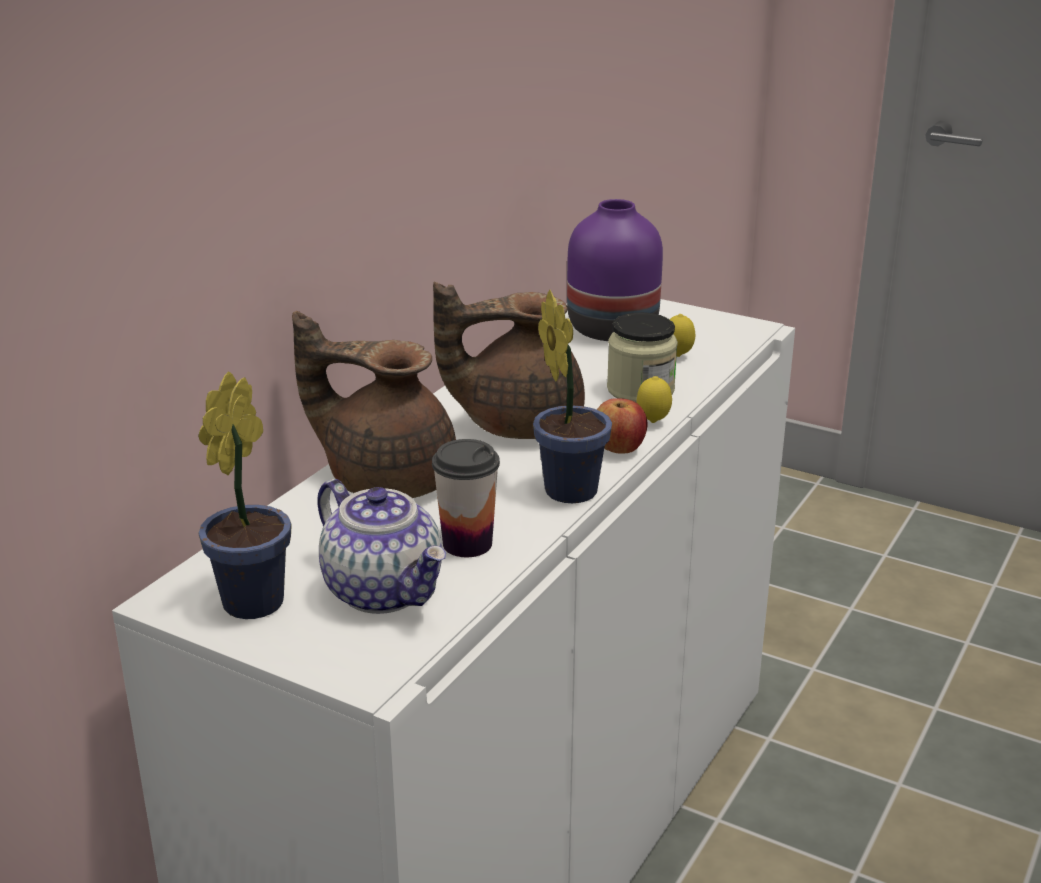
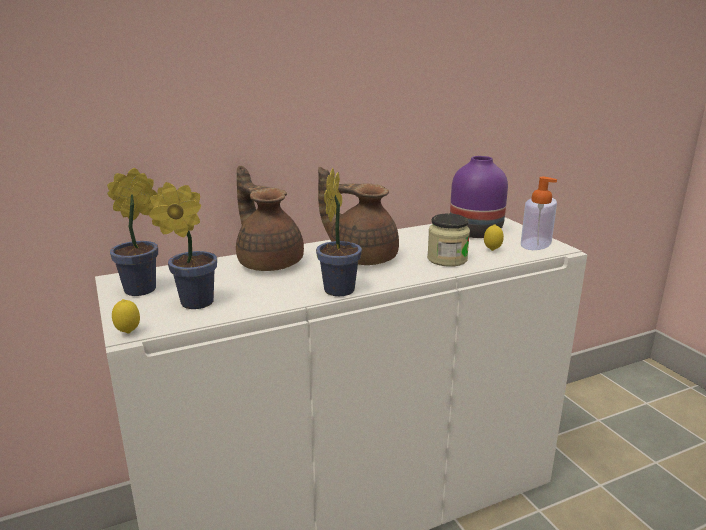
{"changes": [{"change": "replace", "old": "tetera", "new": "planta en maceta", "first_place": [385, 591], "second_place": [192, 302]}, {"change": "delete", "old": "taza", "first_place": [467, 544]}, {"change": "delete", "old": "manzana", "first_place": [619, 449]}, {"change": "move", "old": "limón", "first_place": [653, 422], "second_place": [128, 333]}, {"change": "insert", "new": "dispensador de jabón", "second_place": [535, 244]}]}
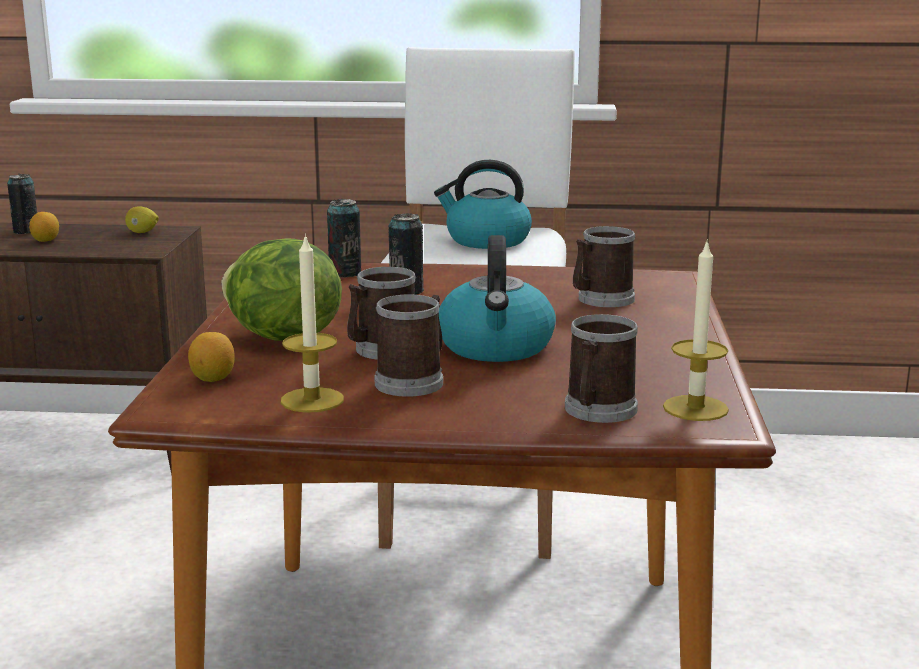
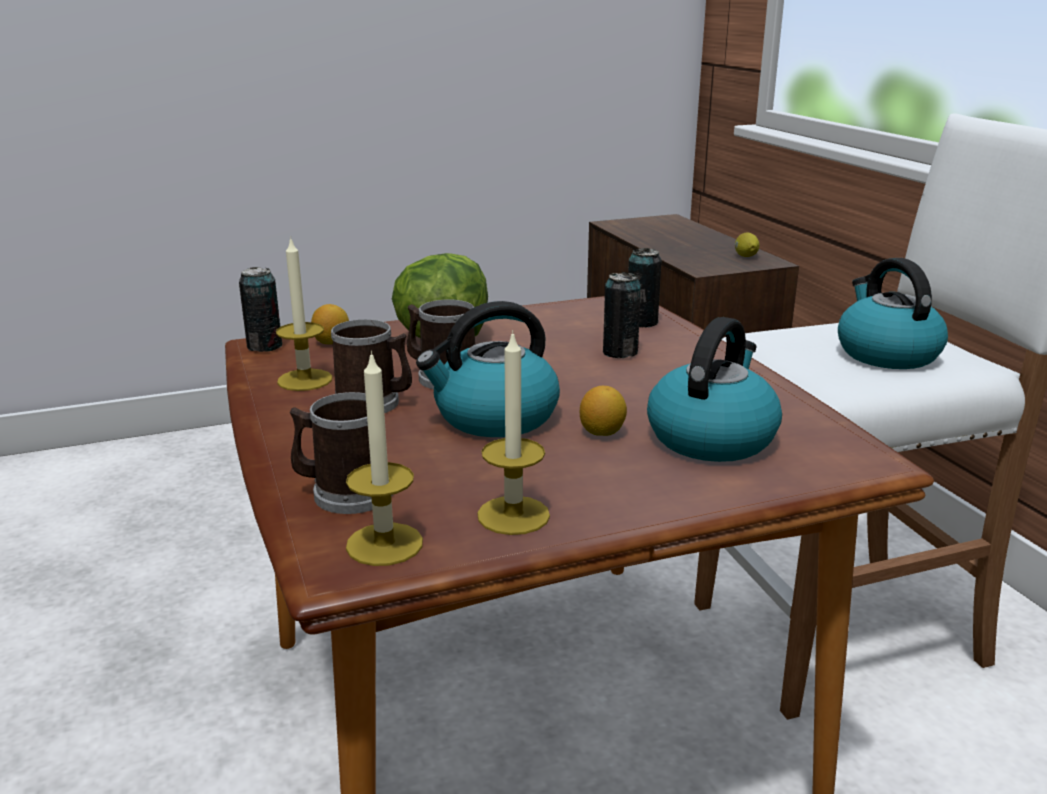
{"changes": [{"change": "move", "old": "lata", "first_place": [26, 231], "second_place": [264, 346]}, {"change": "move", "old": "limón", "first_place": [45, 240], "second_place": [602, 432]}, {"change": "replace", "old": "taza grande", "new": "hervidor", "first_place": [601, 300], "second_place": [711, 437]}, {"change": "insert", "new": "vela", "second_place": [513, 515]}]}
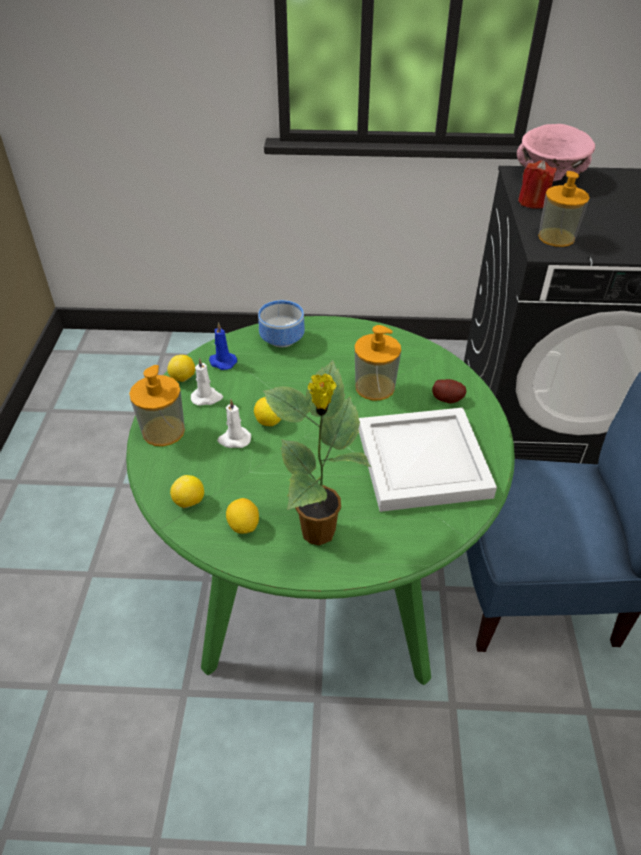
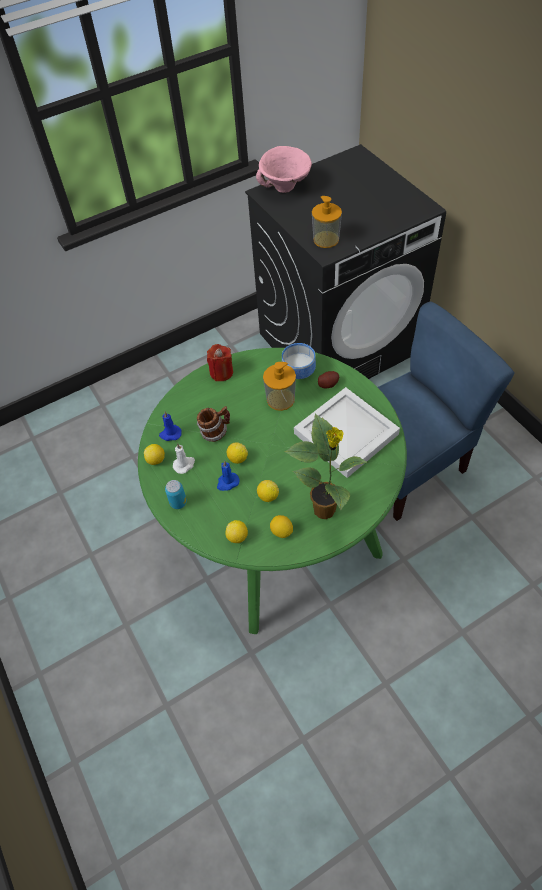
{"changes": [{"change": "replace", "old": "dispensador de jabón", "new": "lata", "first_place": [163, 431], "second_place": [178, 502]}, {"change": "recolor", "old": "vela (blanco)", "new": "vela (azul)", "first_place": [234, 439], "second_place": [227, 482]}, {"change": "move", "old": "cuenco", "first_place": [284, 339], "second_place": [299, 370]}, {"change": "move", "old": "vela (rojo)", "first_place": [532, 202], "second_place": [221, 372]}, {"change": "insert", "new": "taza grande", "second_place": [215, 432]}, {"change": "insert", "new": "limón", "second_place": [268, 496]}]}
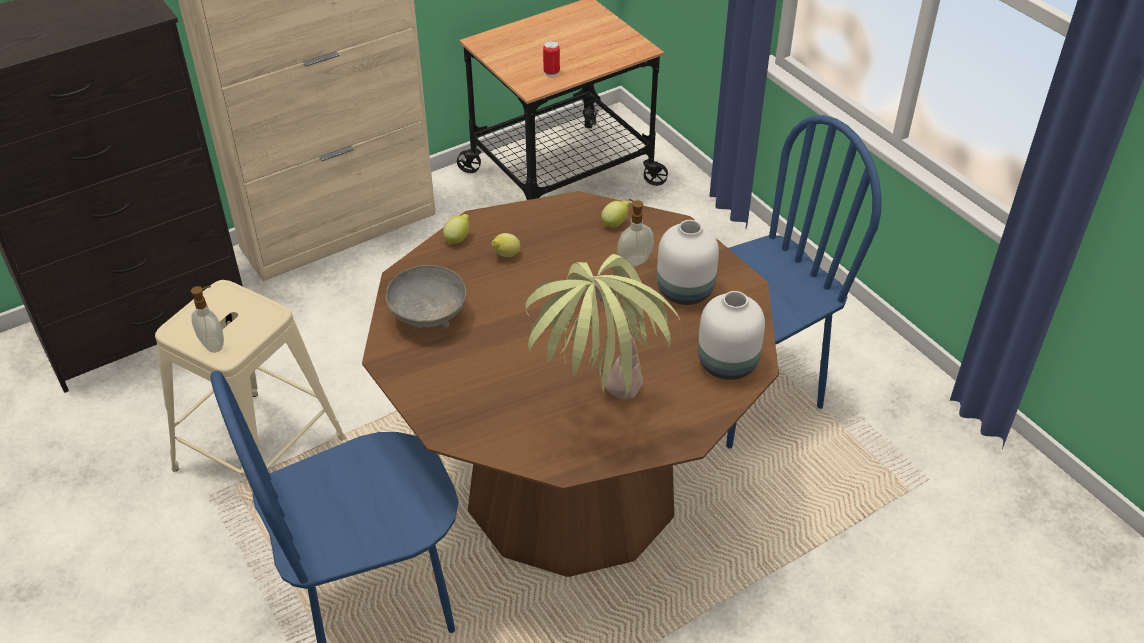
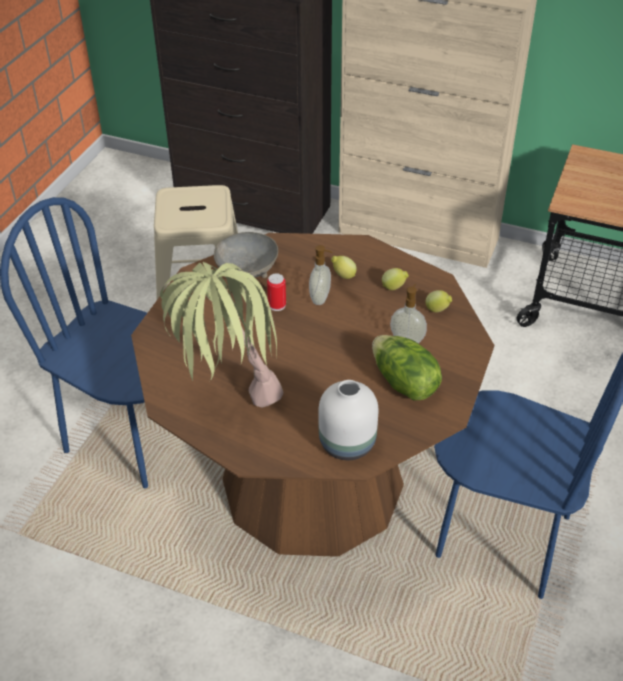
{"changes": [{"change": "move", "old": "dispensador de jabón", "first_place": [213, 344], "second_place": [321, 298]}, {"change": "move", "old": "limón", "first_place": [458, 239], "second_place": [394, 287]}, {"change": "move", "old": "lata", "first_place": [551, 72], "second_place": [277, 305]}, {"change": "replace", "old": "florero (blanco)", "new": "lechuga", "first_place": [686, 291], "second_place": [403, 383]}]}
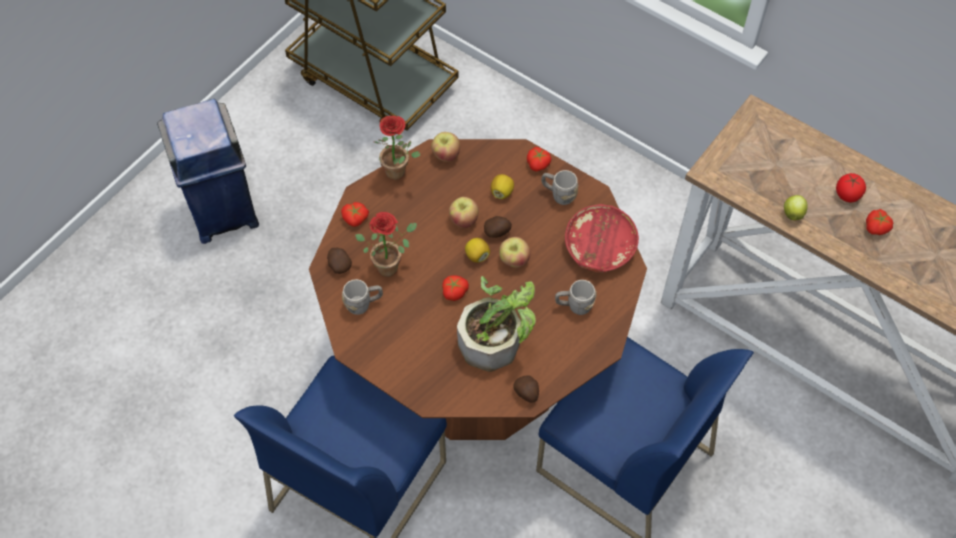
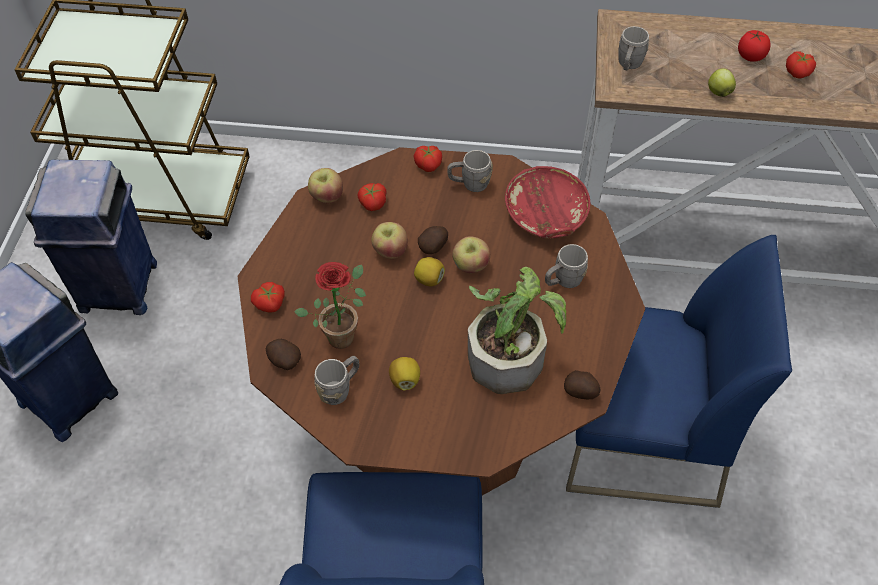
{"changes": [{"change": "delete", "old": "planta en maceta", "first_place": [399, 173]}, {"change": "move", "old": "tomate", "first_place": [454, 291], "second_place": [372, 203]}, {"change": "move", "old": "limón", "first_place": [502, 192], "second_place": [405, 380]}, {"change": "insert", "new": "papelera (azul)", "second_place": [118, 288]}, {"change": "insert", "new": "taza grande (gris)", "second_place": [628, 65]}]}
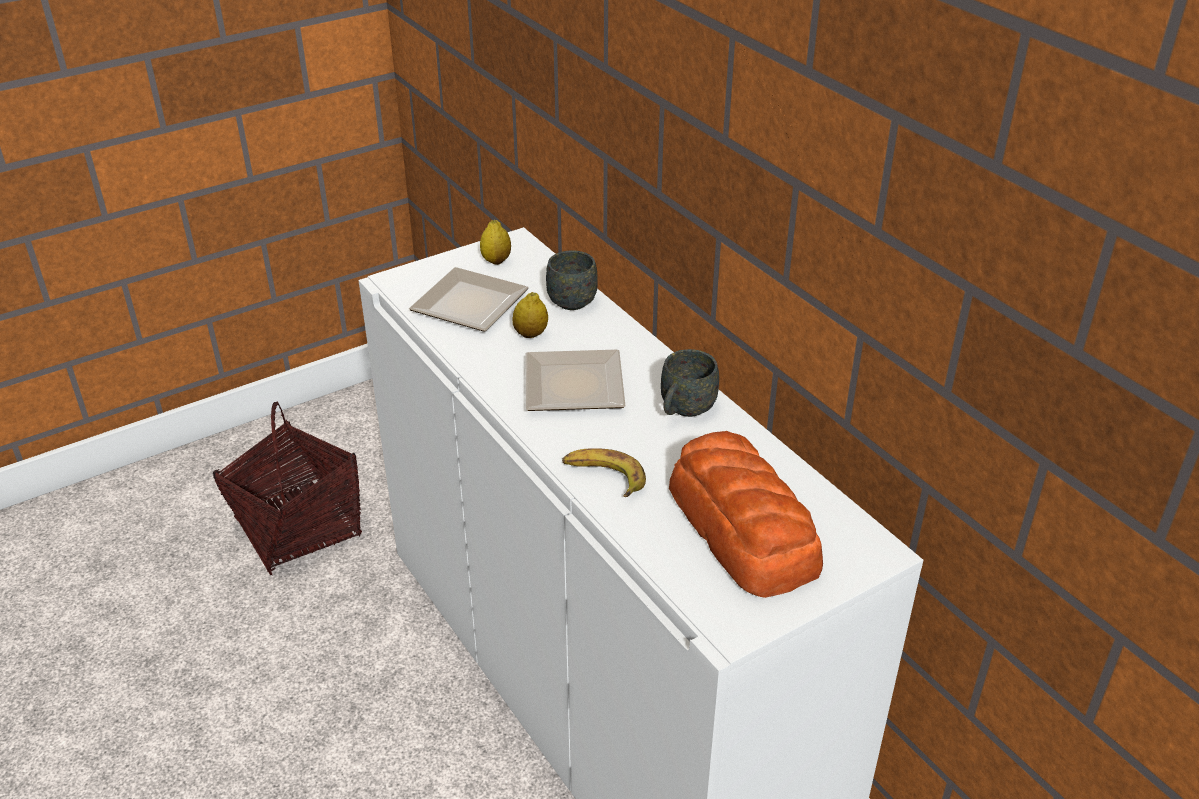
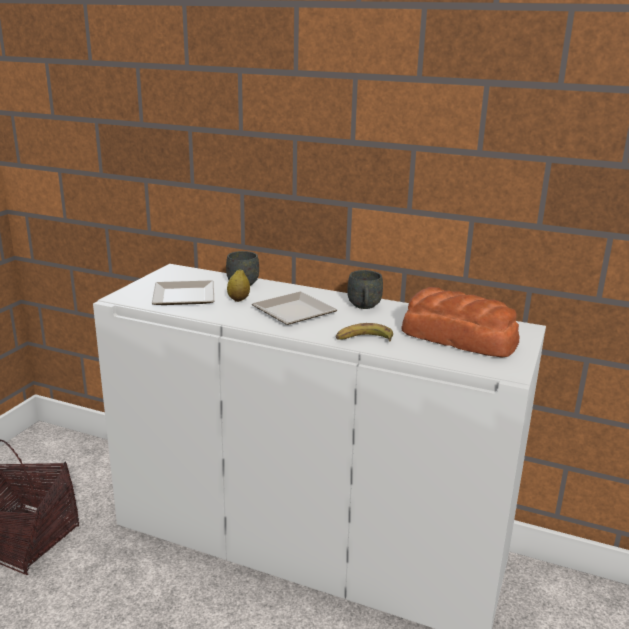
{"changes": [{"change": "delete", "old": "limón", "first_place": [496, 261]}]}
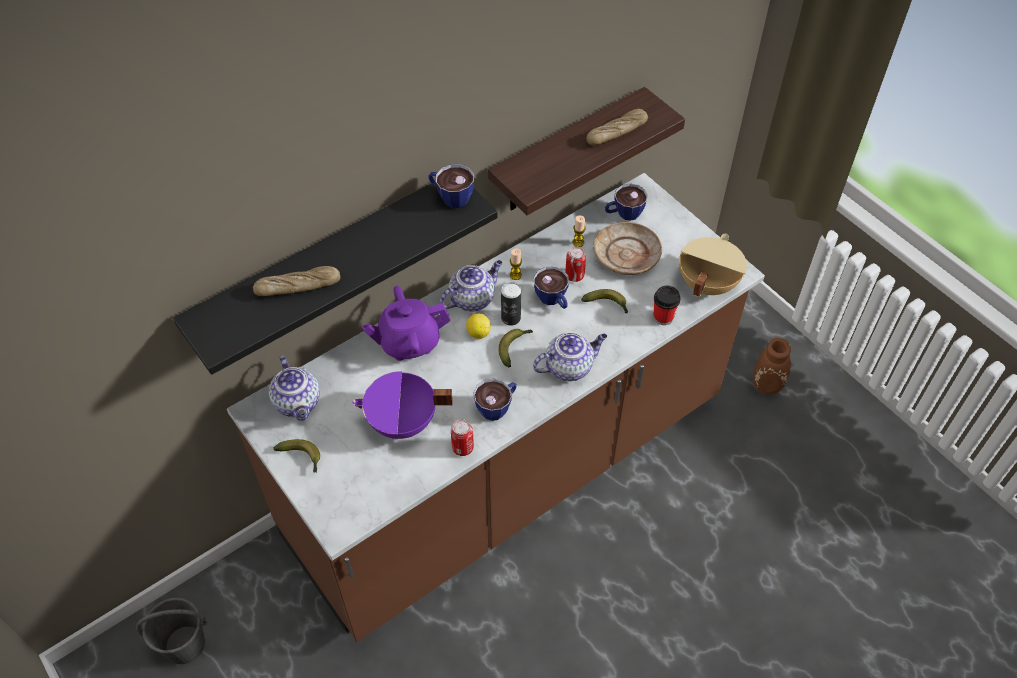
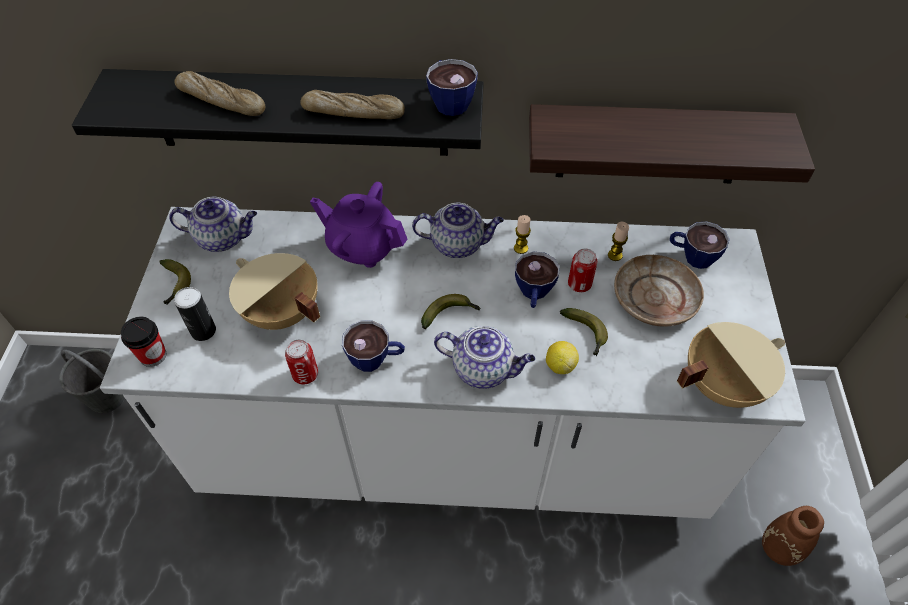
{"changes": [{"change": "recolor", "old": "mueble bajo de cocina (marrón)", "new": "mueble bajo de cocina (blanco)", "first_place": [508, 471], "second_place": [454, 445]}, {"change": "rotate", "old": "tetera", "first_place": [298, 403], "second_place": [223, 238], "degrees": -105}, {"change": "recolor", "old": "olla (morado)", "new": "olla (beis)", "first_place": [402, 423], "second_place": [281, 314]}, {"change": "move", "old": "limón", "first_place": [478, 333], "second_place": [560, 365]}, {"change": "move", "old": "lata", "first_place": [511, 318], "second_place": [203, 331]}, {"change": "move", "old": "pan", "first_place": [617, 132], "second_place": [353, 112]}, {"change": "move", "old": "taza", "first_place": [663, 317], "second_place": [153, 355]}]}
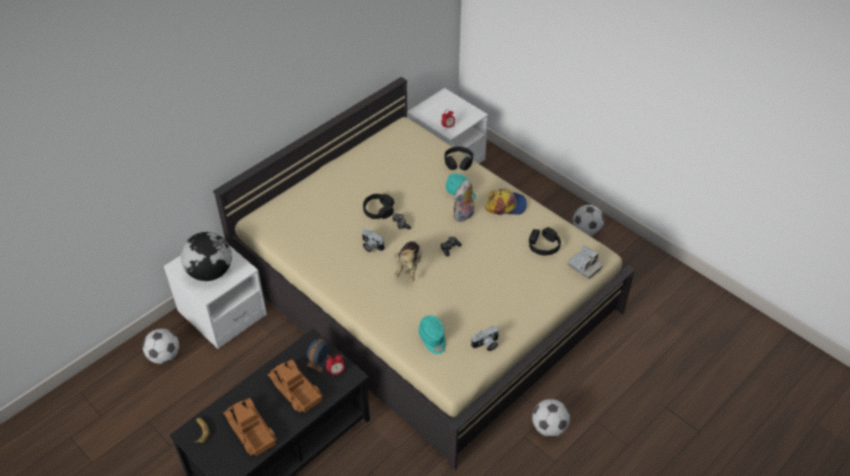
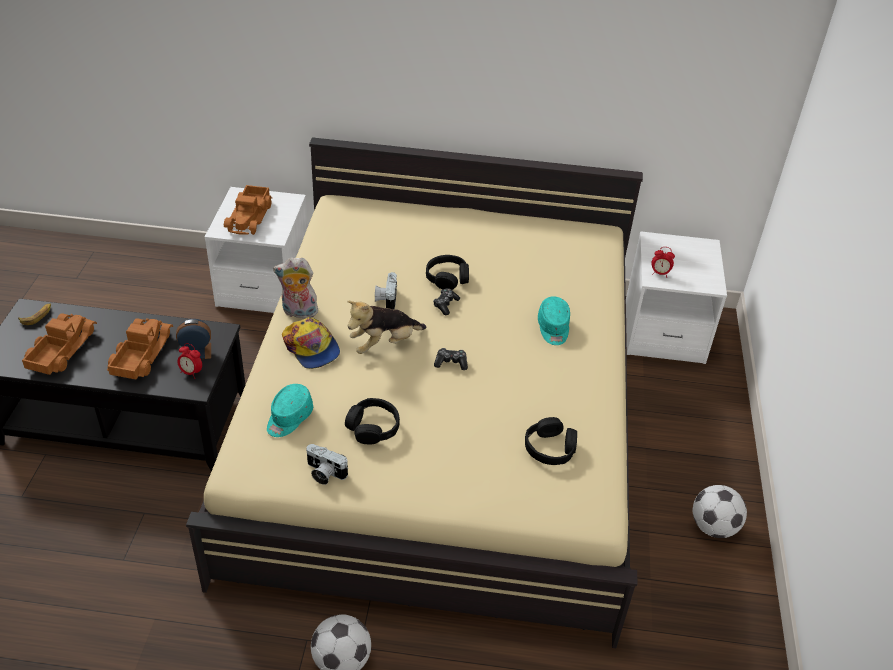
{"changes": [{"change": "delete", "old": "balón de fútbol", "first_place": [164, 356]}, {"change": "replace", "old": "globo terráqueo", "new": "camión de juguete", "first_place": [210, 272], "second_place": [250, 217]}, {"change": "move", "old": "auriculares (negro)", "first_place": [458, 162], "second_place": [373, 427]}, {"change": "move", "old": "peluche", "first_place": [464, 216], "second_place": [298, 312]}, {"change": "move", "old": "gorra", "first_place": [506, 205], "second_place": [311, 348]}, {"change": "delete", "old": "cámara", "first_place": [584, 267]}]}
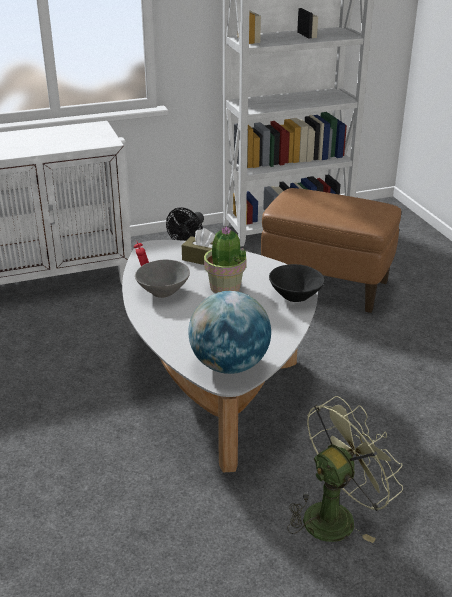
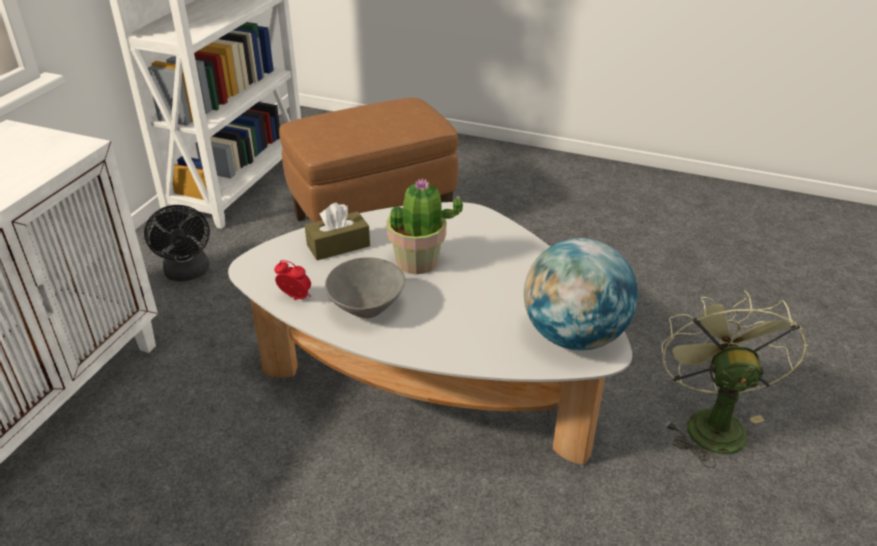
{"changes": [{"change": "delete", "old": "cuenco (negro)", "first_place": [295, 297]}]}
